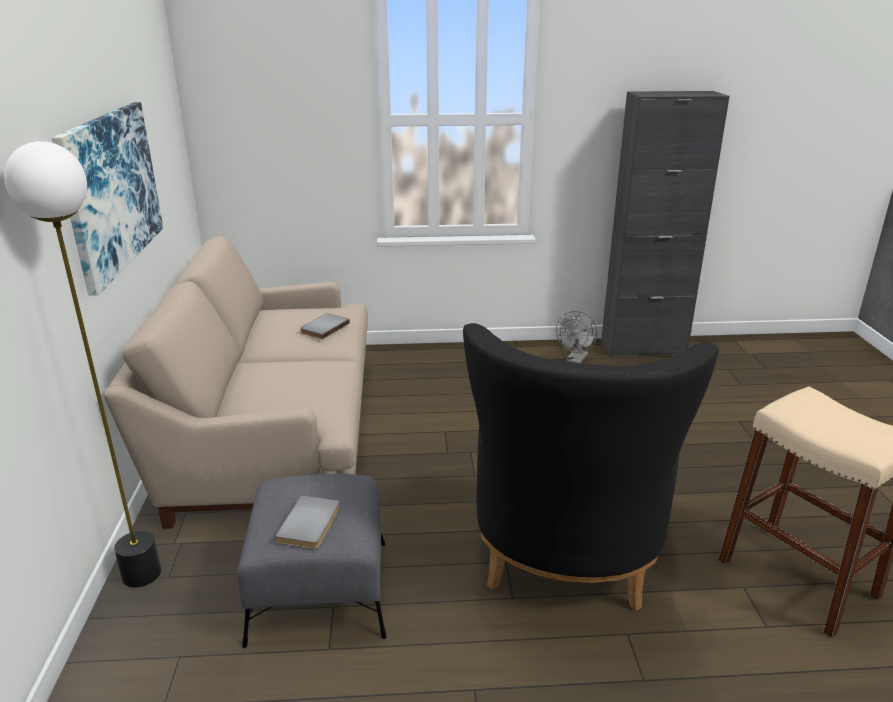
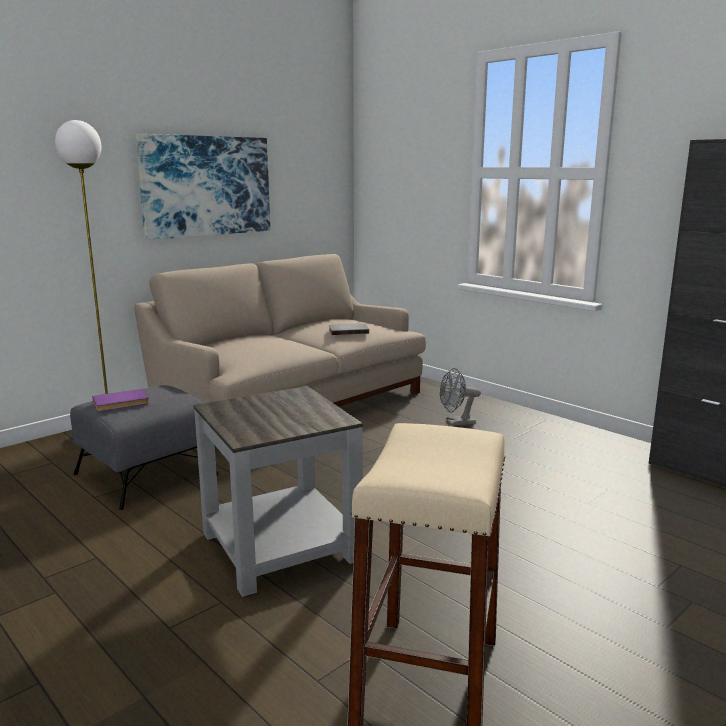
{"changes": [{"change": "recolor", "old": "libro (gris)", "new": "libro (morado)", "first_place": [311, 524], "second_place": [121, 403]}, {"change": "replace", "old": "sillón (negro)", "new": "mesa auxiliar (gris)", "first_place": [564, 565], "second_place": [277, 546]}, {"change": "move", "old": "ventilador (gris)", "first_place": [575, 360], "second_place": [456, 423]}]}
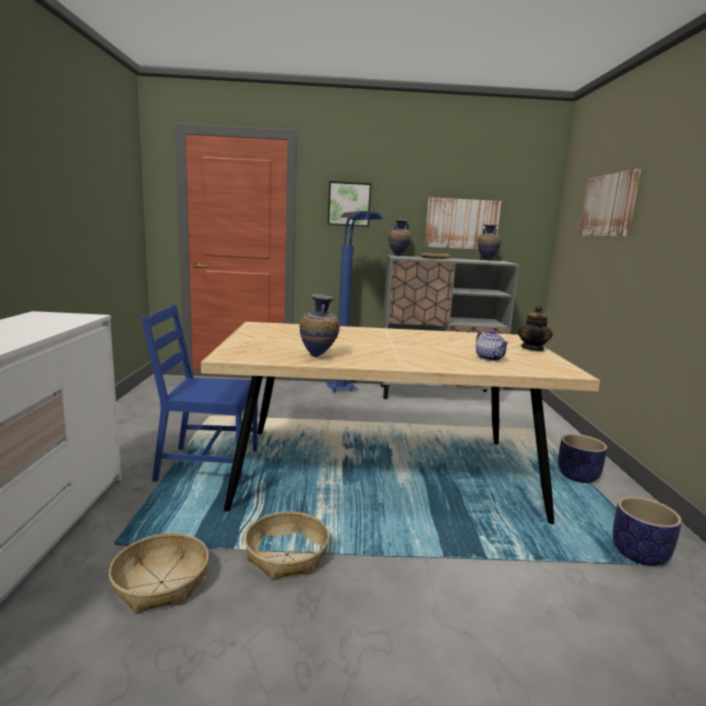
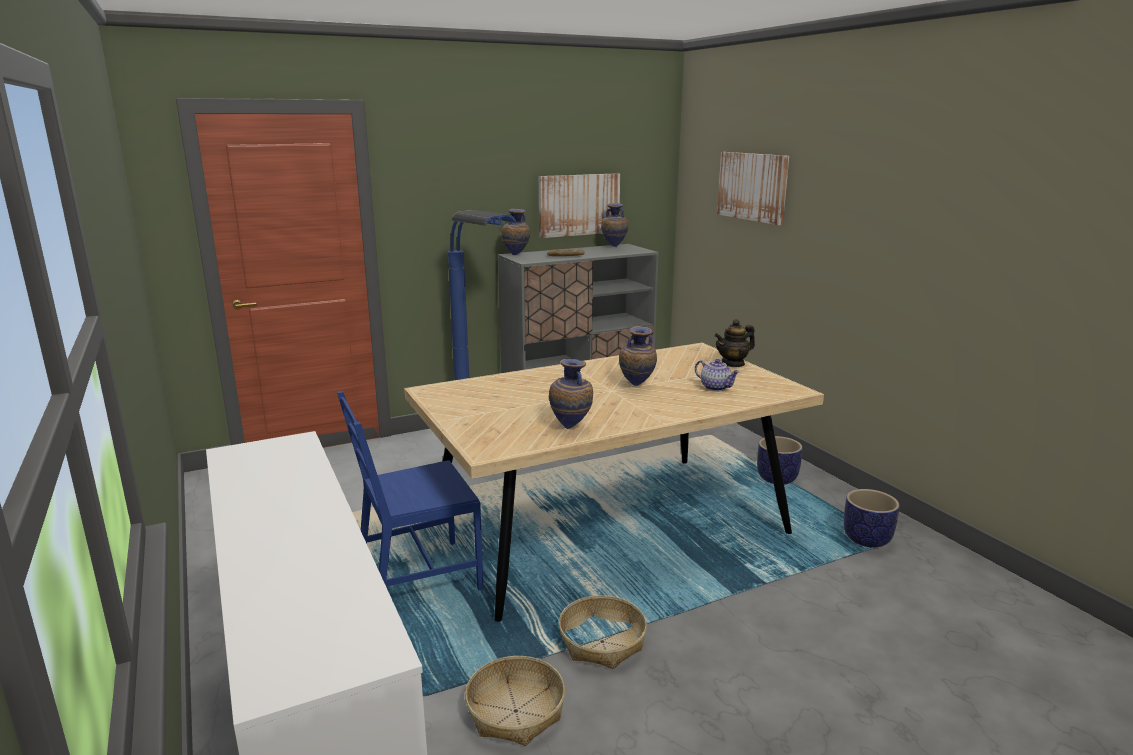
{"changes": [{"change": "delete", "old": "cuadro", "first_place": [349, 204]}, {"change": "rotate", "old": "tetera", "first_place": [532, 349], "second_place": [733, 363], "degrees": 75}, {"change": "insert", "new": "florero", "second_place": [636, 386]}]}
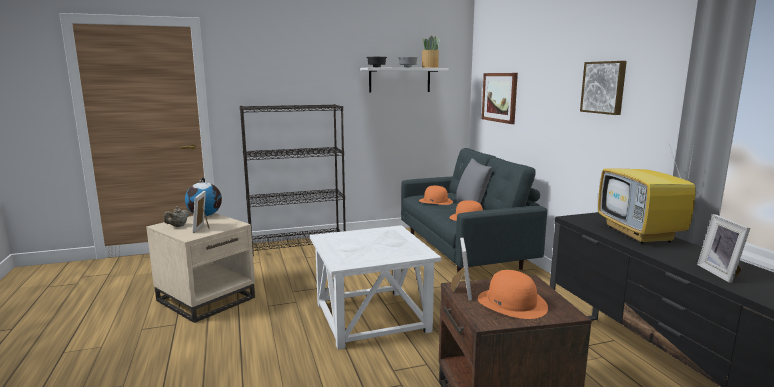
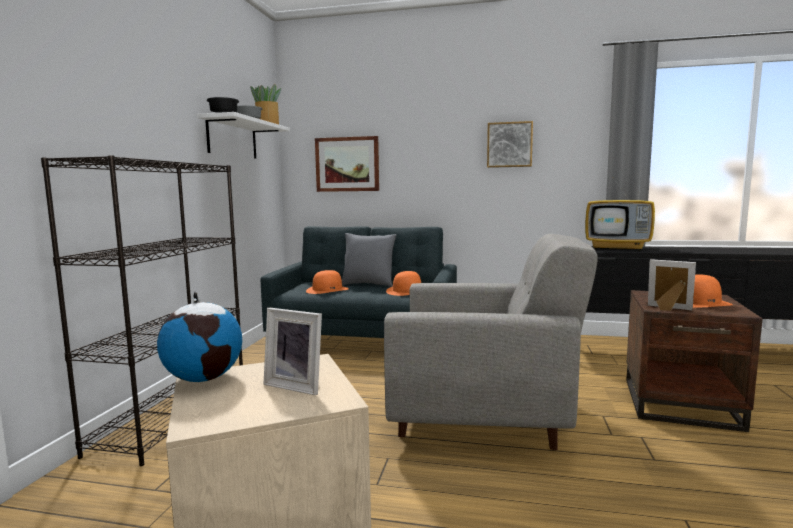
{"changes": [{"change": "delete", "old": "tetera (beis)", "first_place": [178, 226]}, {"change": "replace", "old": "mesa auxiliar (blanco)", "new": "sillón (gris)", "first_place": [370, 318], "second_place": [483, 419]}, {"change": "delete", "old": "portarretratos", "first_place": [721, 273]}]}
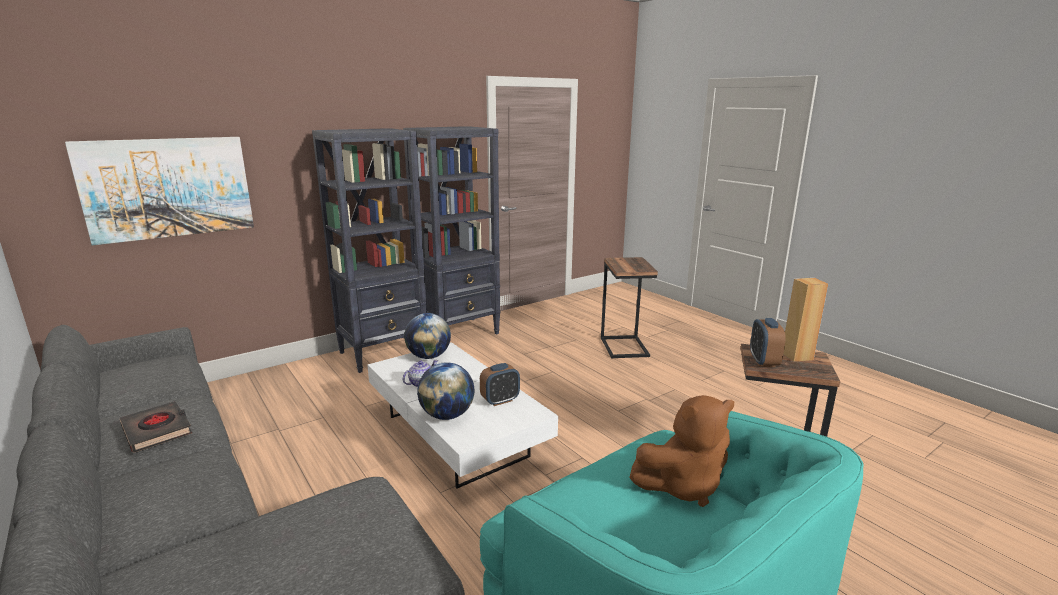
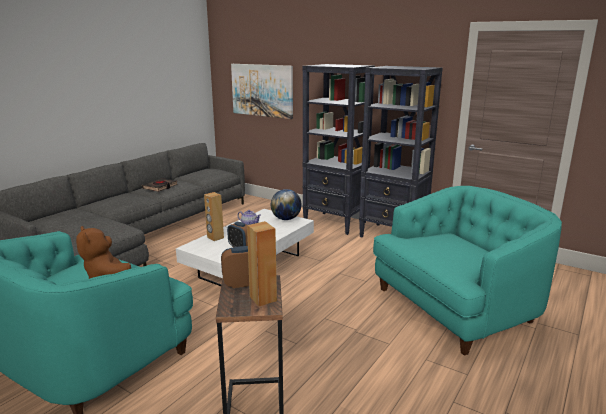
{"changes": [{"change": "replace", "old": "globo terráqueo", "new": "altavoz (marrón)", "first_place": [447, 415], "second_place": [215, 237]}, {"change": "replace", "old": "mesa auxiliar", "new": "sillón (turquesa)", "first_place": [625, 347], "second_place": [455, 307]}]}
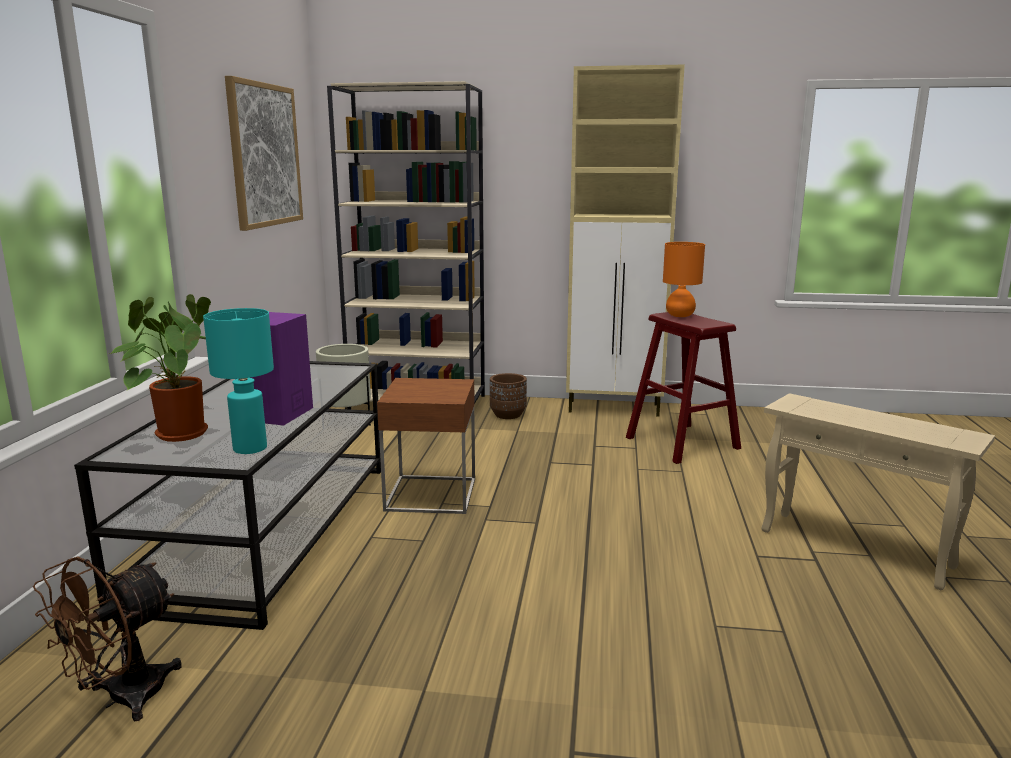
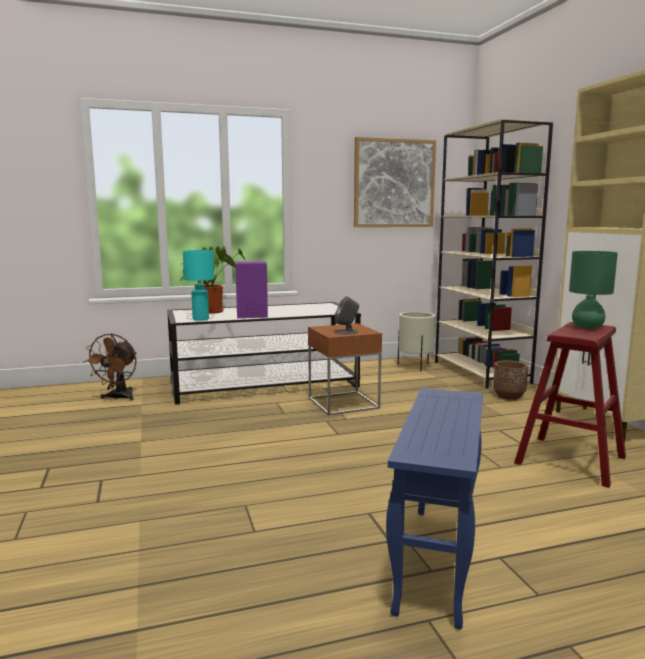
{"changes": [{"change": "rotate", "old": "ventilador (marrón)", "first_place": [122, 699], "second_place": [118, 398], "degrees": -90}, {"change": "recolor", "old": "lámpara de mesa (naranja)", "new": "lámpara de mesa (verde)", "first_place": [680, 315], "second_place": [587, 327]}, {"change": "recolor", "old": "mesa auxiliar (beis)", "new": "mesa auxiliar (azul)", "first_place": [854, 548], "second_place": [437, 561]}, {"change": "insert", "new": "altavoz (gris)", "second_place": [346, 332]}]}
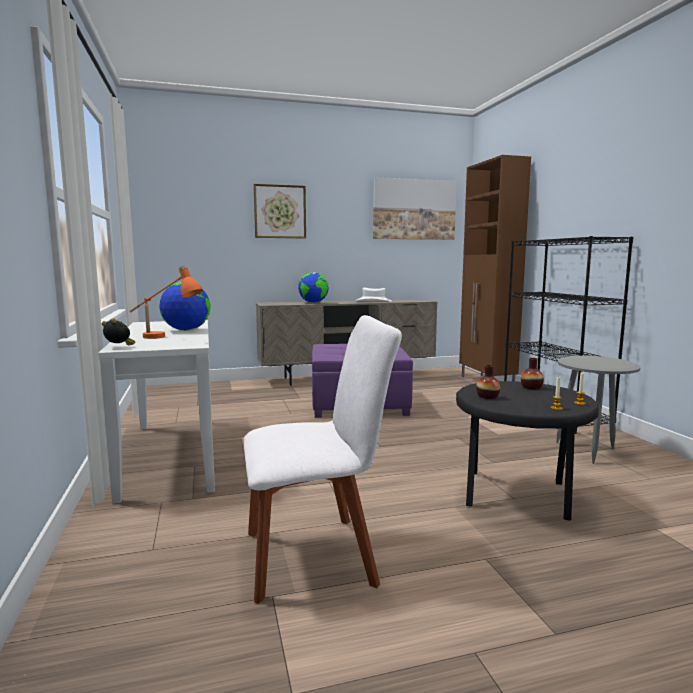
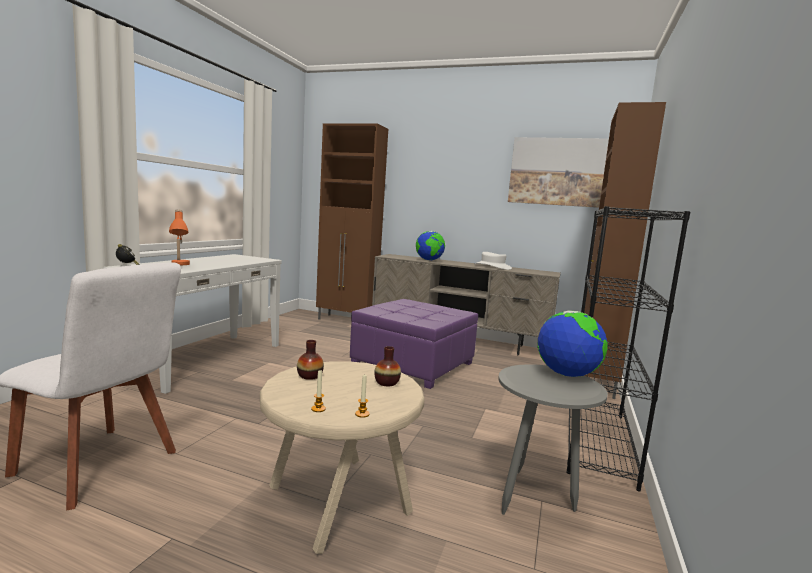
{"changes": [{"change": "move", "old": "globo terráqueo", "first_place": [186, 330], "second_place": [567, 375]}, {"change": "delete", "old": "cuadro", "first_place": [280, 211]}, {"change": "recolor", "old": "mesa auxiliar (negro)", "new": "mesa auxiliar (beis)", "first_place": [518, 495], "second_place": [339, 502]}, {"change": "insert", "new": "armario (marrón)", "second_place": [346, 321]}]}
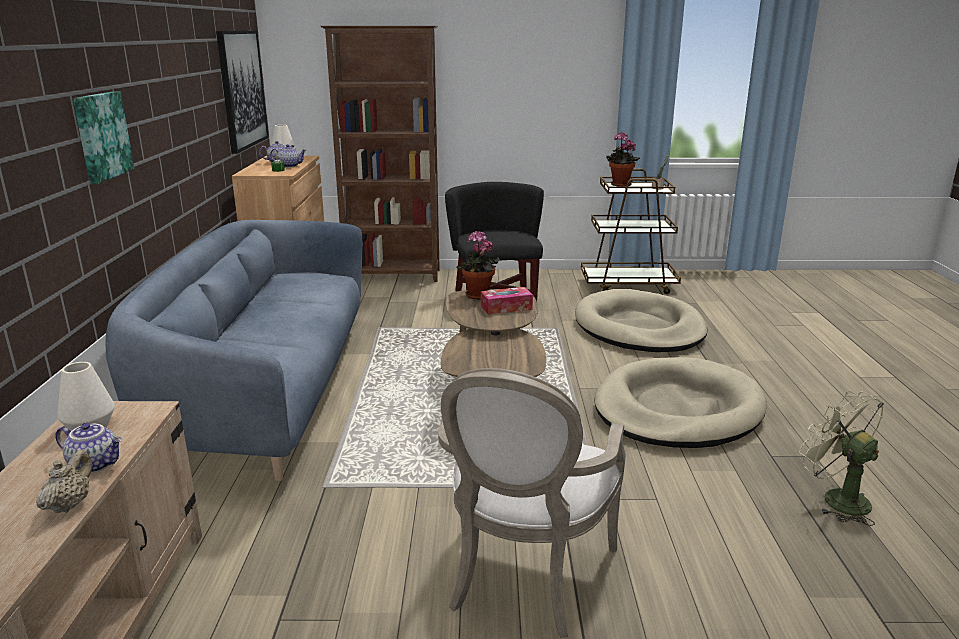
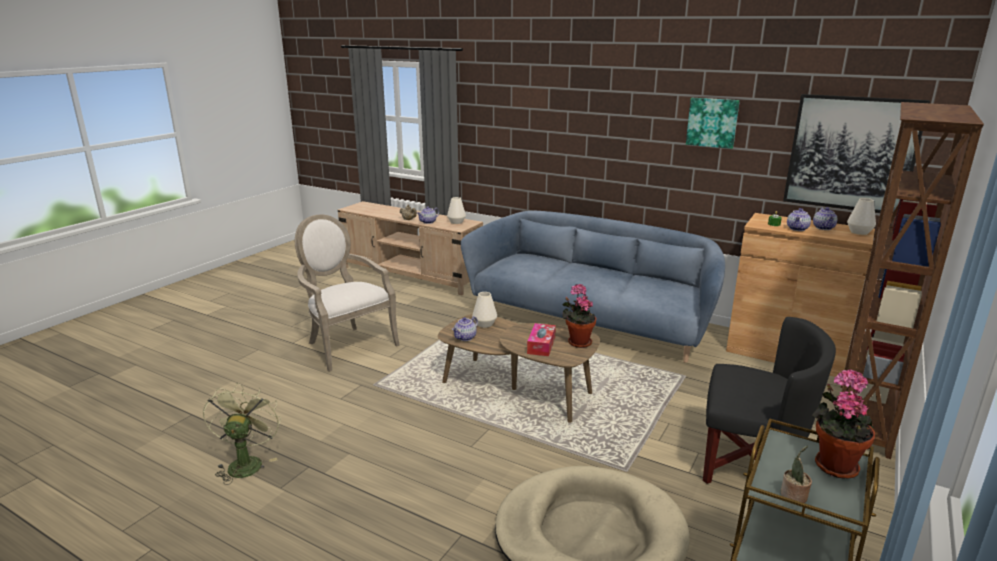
{"changes": [{"change": "move", "old": "cuadro", "first_place": [101, 136], "second_place": [712, 122]}, {"change": "delete", "old": "cama para perro (beis)", "first_place": [677, 409]}, {"change": "rotate", "old": "ventilador (verde)", "first_place": [836, 498], "second_place": [246, 462], "degrees": -90}, {"change": "insert", "new": "tetera", "second_place": [465, 338]}, {"change": "insert", "new": "florero (blanco)", "second_place": [485, 324]}]}
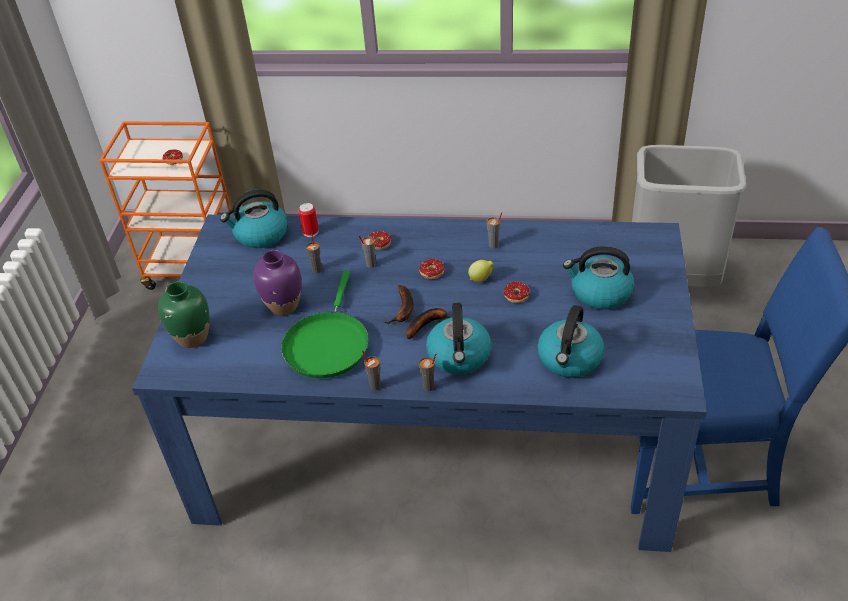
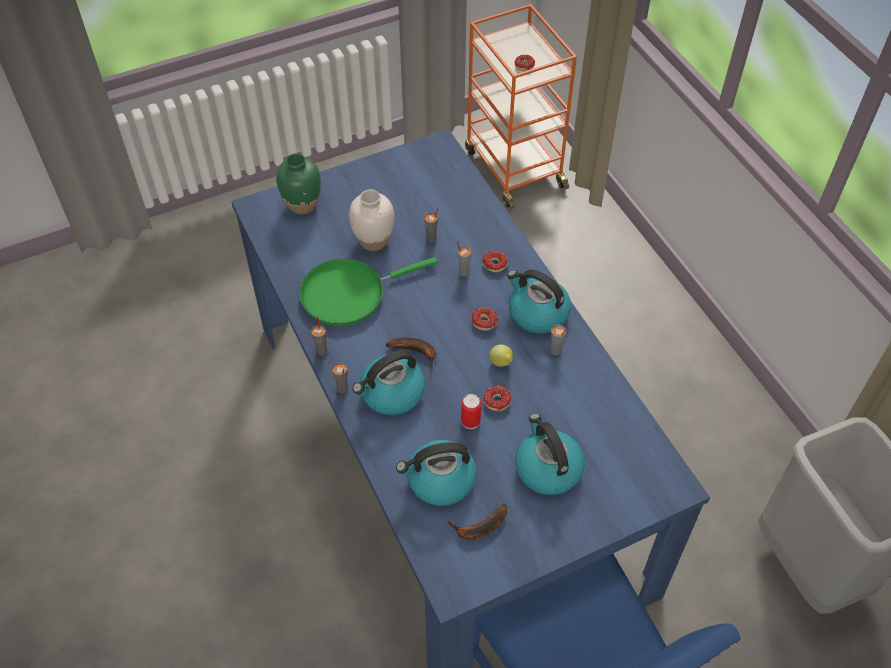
{"changes": [{"change": "move", "old": "hervidor", "first_place": [260, 235], "second_place": [537, 313]}, {"change": "recolor", "old": "florero (morado)", "new": "florero (blanco)", "first_place": [283, 306], "second_place": [373, 241]}, {"change": "move", "old": "lata", "first_place": [310, 232], "second_place": [470, 421]}, {"change": "move", "old": "plátano", "first_place": [403, 310], "second_place": [479, 528]}]}
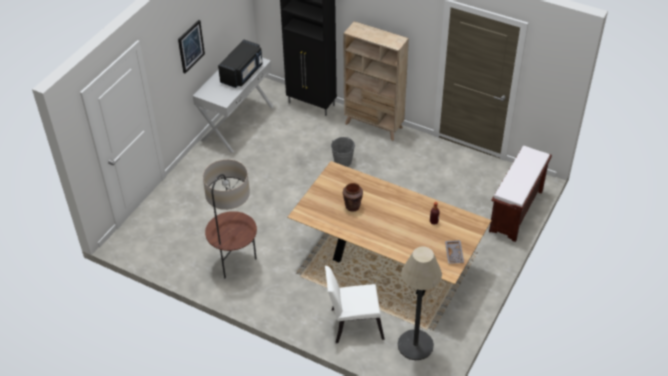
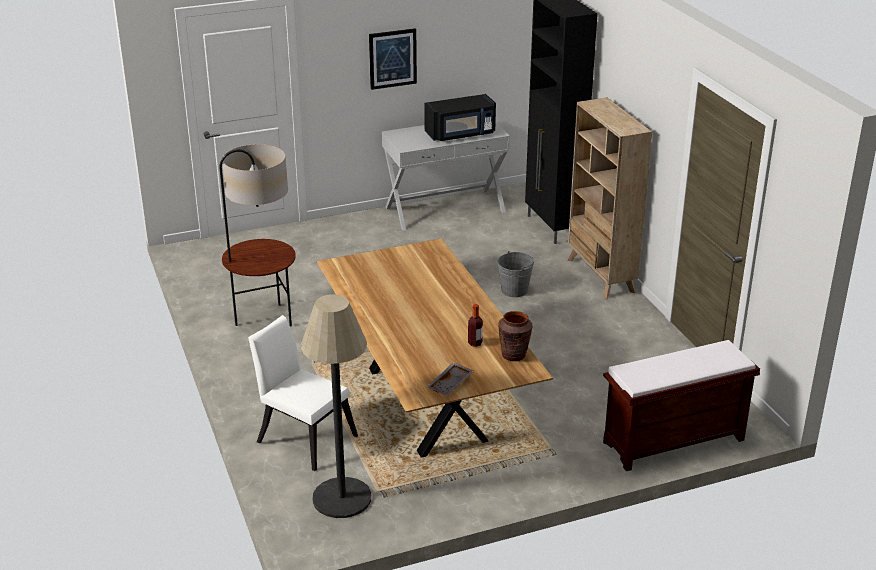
{"changes": [{"change": "move", "old": "florero (marrón)", "first_place": [352, 206], "second_place": [514, 355]}]}
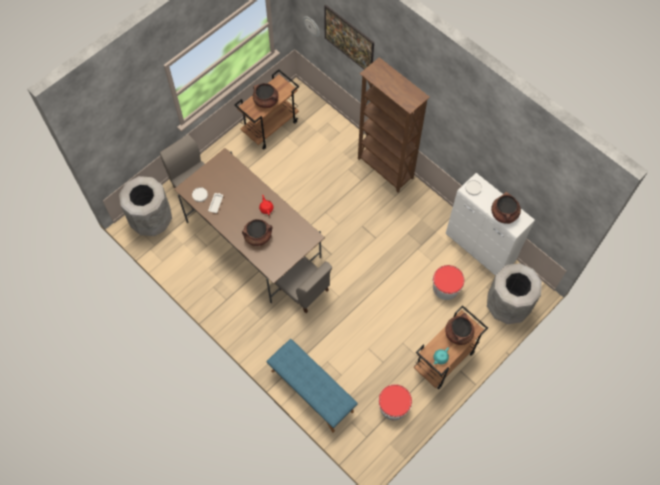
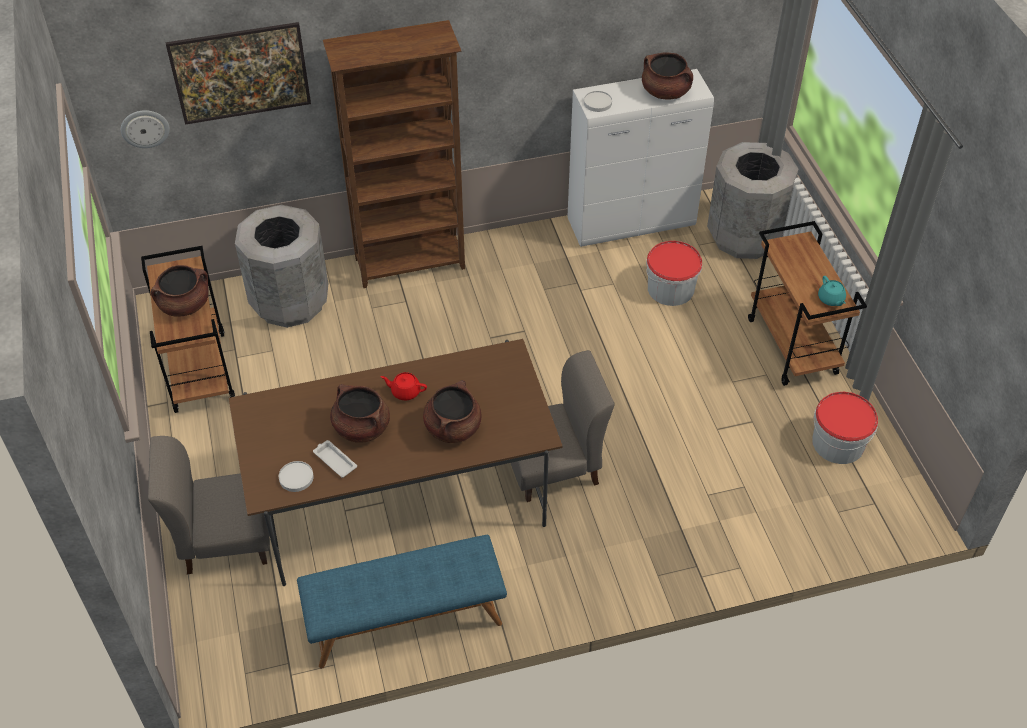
{"changes": [{"change": "move", "old": "papelera (gris)", "first_place": [151, 220], "second_place": [290, 302]}, {"change": "move", "old": "banco (azul)", "first_place": [311, 391], "second_place": [405, 621]}, {"change": "move", "old": "olla (marrón)", "first_place": [458, 333], "second_place": [361, 428]}]}
